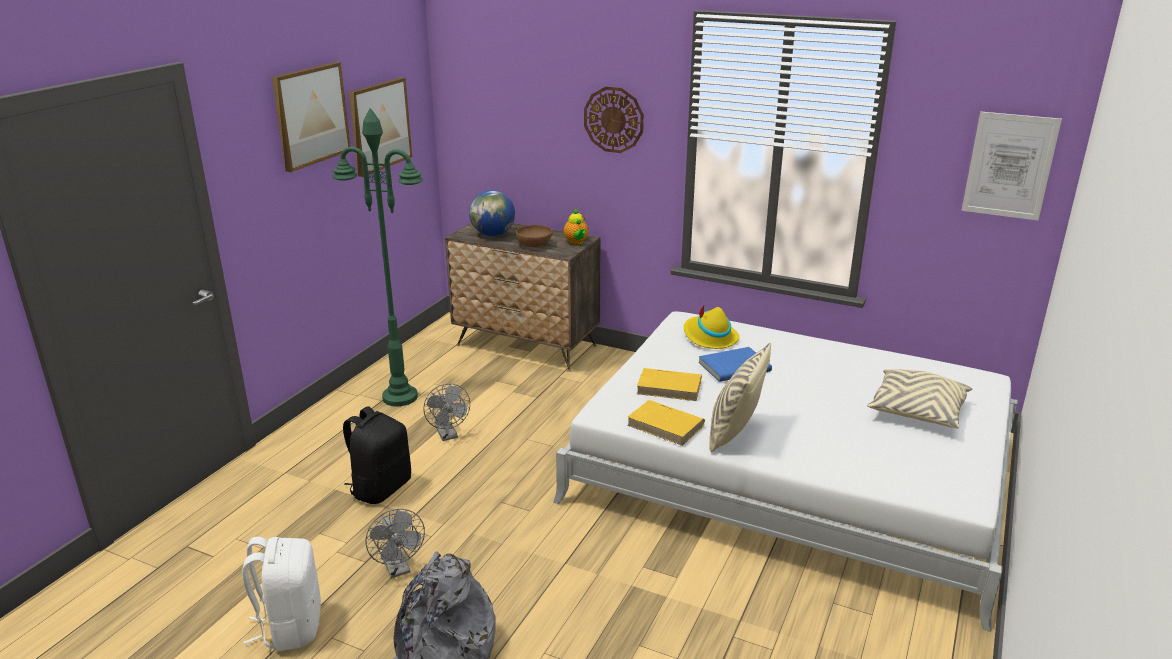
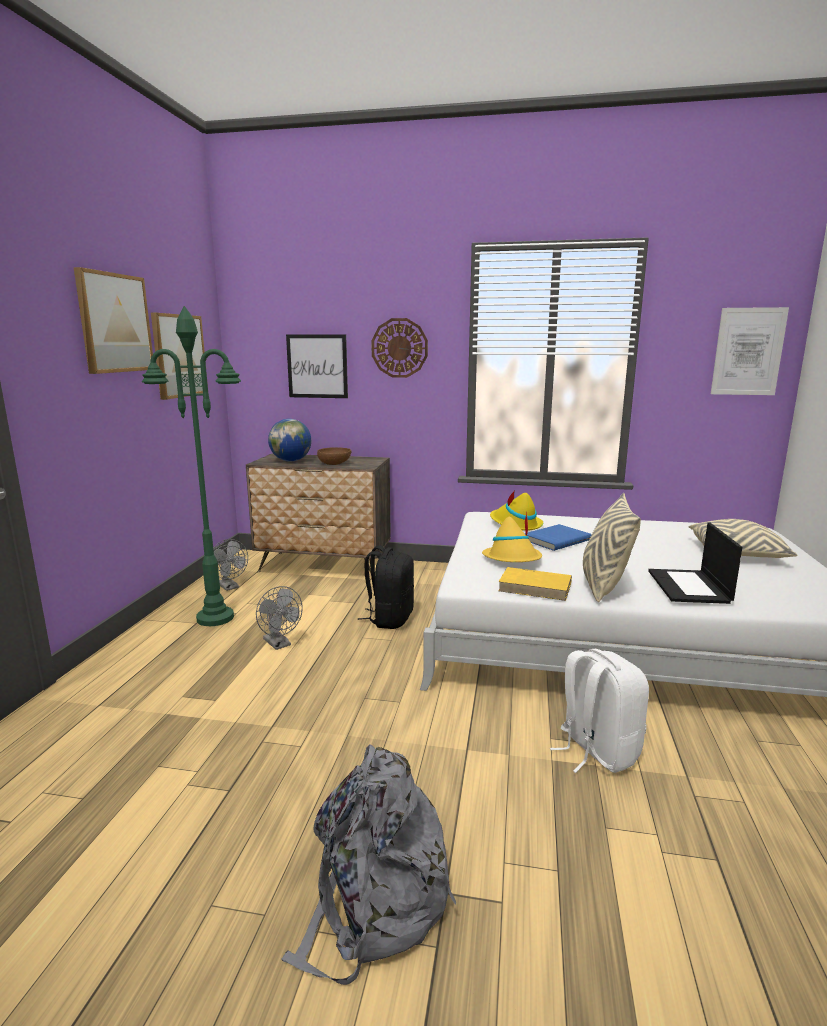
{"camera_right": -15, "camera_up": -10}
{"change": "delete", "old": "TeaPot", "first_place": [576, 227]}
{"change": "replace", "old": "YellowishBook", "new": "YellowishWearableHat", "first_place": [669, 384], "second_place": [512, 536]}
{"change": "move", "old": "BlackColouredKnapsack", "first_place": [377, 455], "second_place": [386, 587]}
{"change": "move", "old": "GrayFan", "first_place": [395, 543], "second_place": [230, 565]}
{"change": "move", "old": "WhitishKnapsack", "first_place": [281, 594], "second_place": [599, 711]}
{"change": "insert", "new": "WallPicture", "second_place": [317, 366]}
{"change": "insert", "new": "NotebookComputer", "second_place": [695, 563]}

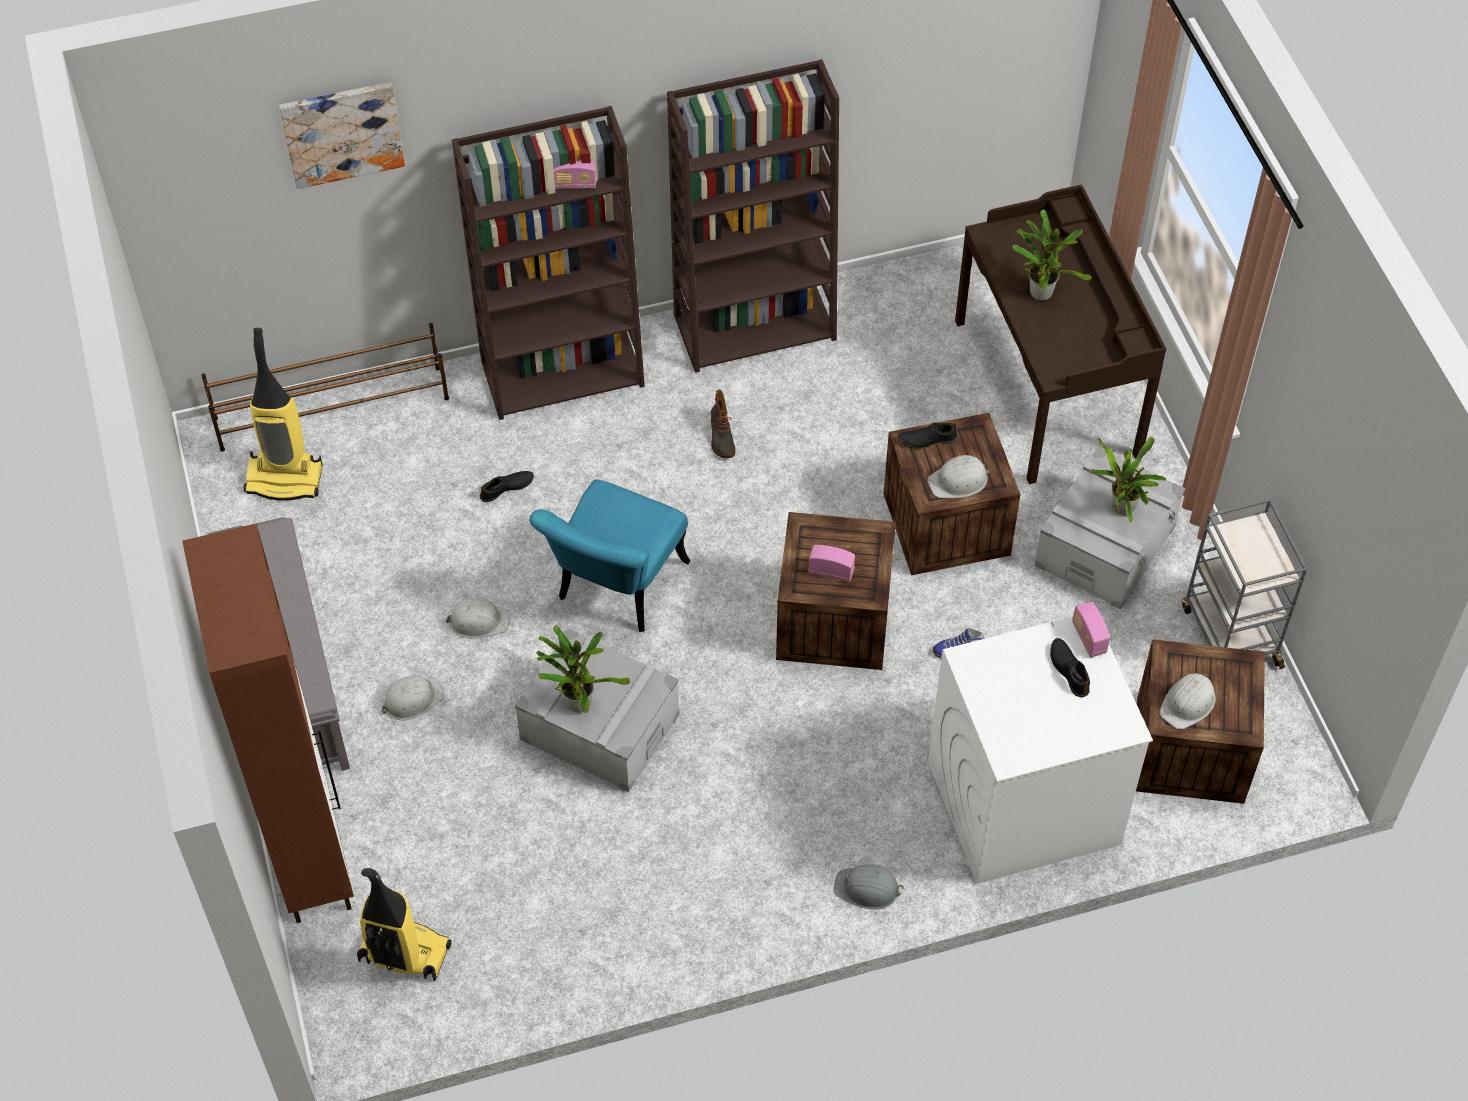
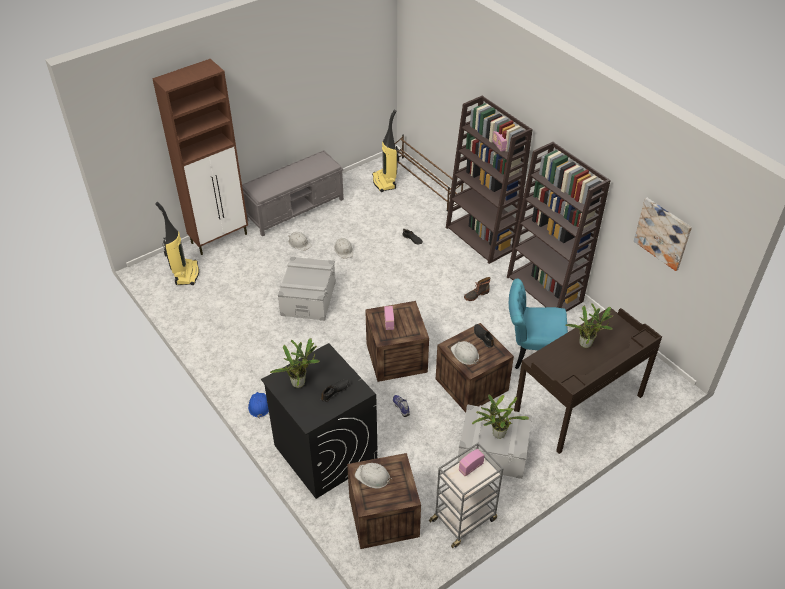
{"camera_right": 70, "camera_up": -10}
{"change": "move", "old": "WallPicture", "first_place": [342, 135], "second_place": [663, 234]}
{"change": "move", "old": "BlueGreenChair", "first_place": [609, 555], "second_place": [538, 324]}
{"change": "move", "old": "Radio", "first_place": [1091, 629], "second_place": [472, 462]}
{"change": "recolor", "old": "WhitishLaundryAppliance", "new": "BlackColouredLaundryAppliance", "first_place": [1040, 750], "second_place": [319, 421]}
{"change": "move", "old": "Houseplant", "first_place": [583, 669], "second_place": [295, 363]}
{"change": "recolor", "old": "GrayHardHat", "new": "BlueColouredHardHat", "first_place": [869, 887], "second_place": [258, 405]}

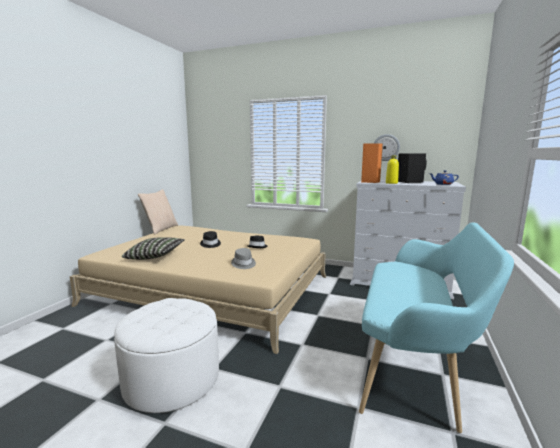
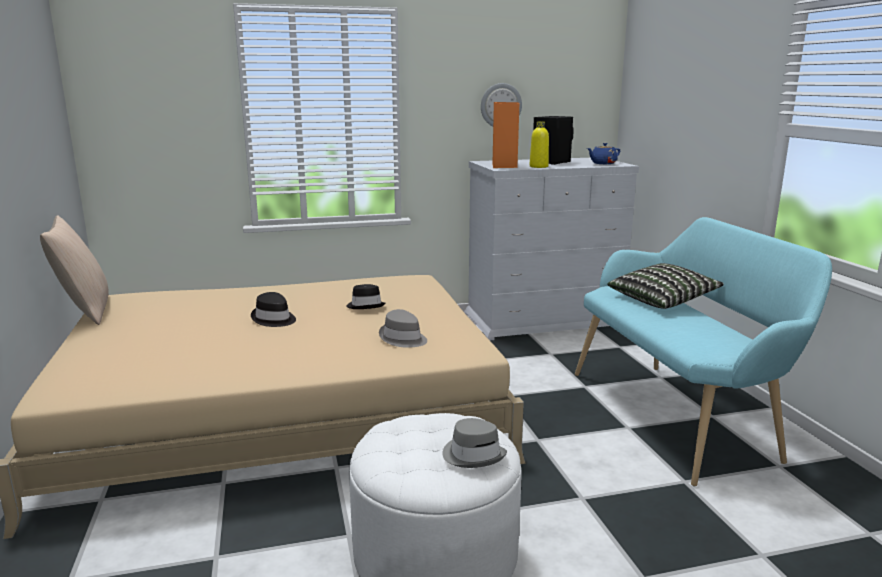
{"camera_right": -35, "camera_up": 5}
{"change": "move", "old": "Cushion", "first_place": [153, 248], "second_place": [666, 286]}
{"change": "insert", "new": "GrayWearableHat", "second_place": [474, 443]}

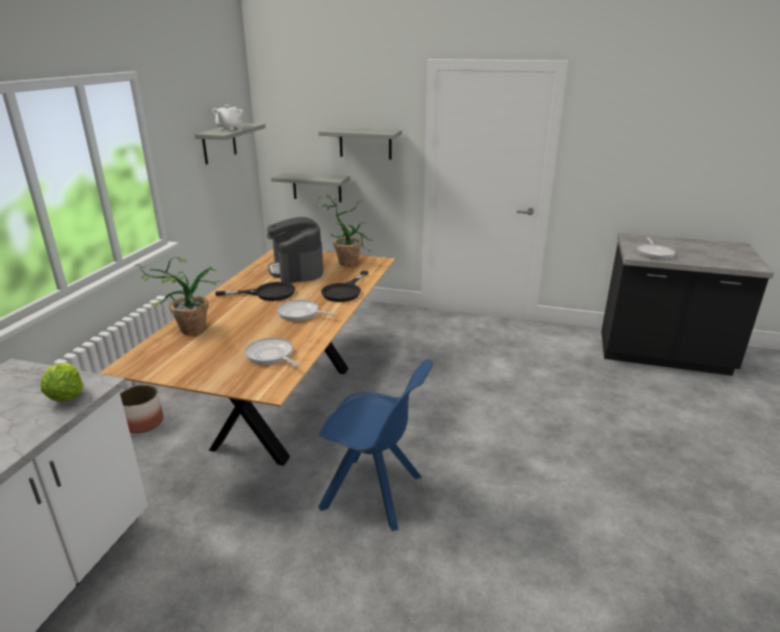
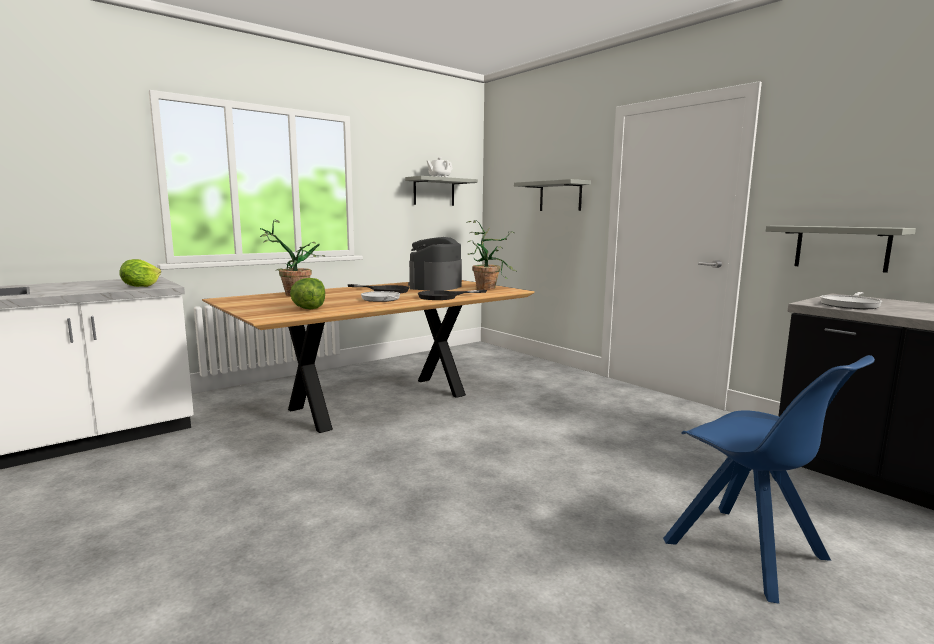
{"camera_right": 35, "camera_up": -15}
{"change": "move", "old": "GrayShelf", "first_place": [310, 187], "second_place": [841, 249]}
{"change": "replace", "old": "Pan", "new": "HeadOfLettuce", "first_place": [272, 352], "second_place": [307, 293]}
{"change": "move", "old": "BlueColouredChair", "first_place": [375, 445], "second_place": [769, 479]}
{"change": "delete", "old": "Planter", "first_place": [141, 409]}

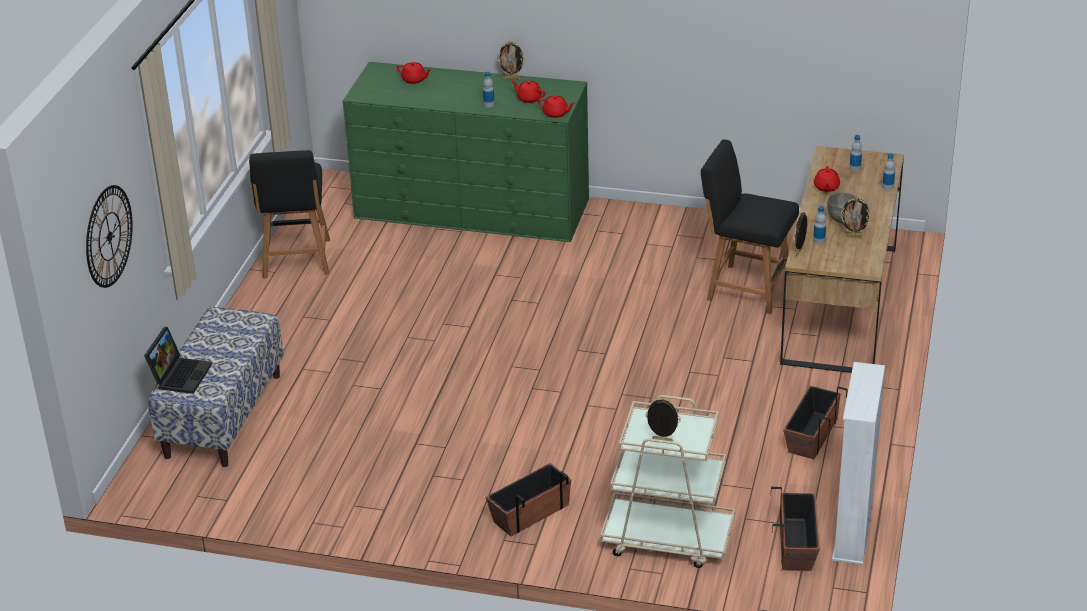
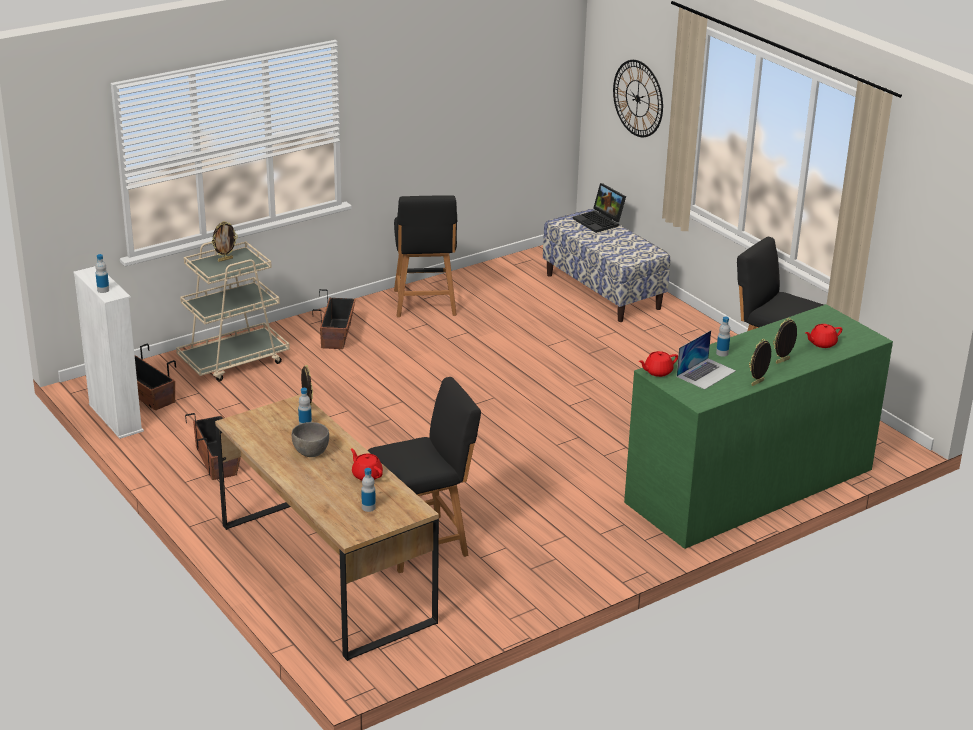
{"camera_right": 130, "camera_up": -5}
{"change": "replace", "old": "RedTeaPot", "new": "NotebookComputer", "first_place": [528, 91], "second_place": [706, 360]}
{"change": "move", "old": "DrinkBottle", "first_place": [888, 171], "second_place": [102, 273]}
{"change": "move", "old": "PhotoFrame", "first_place": [855, 217], "second_place": [785, 341]}
{"change": "insert", "new": "BlackColouredChair", "second_place": [426, 256]}

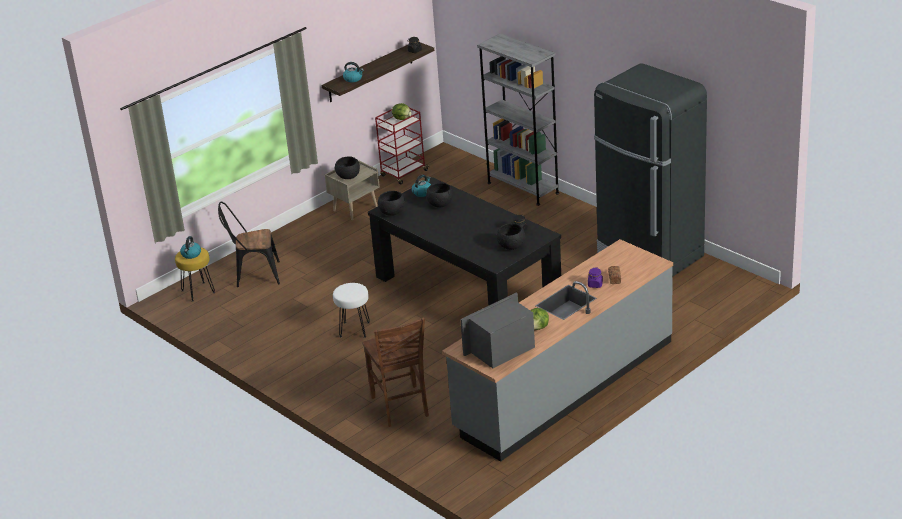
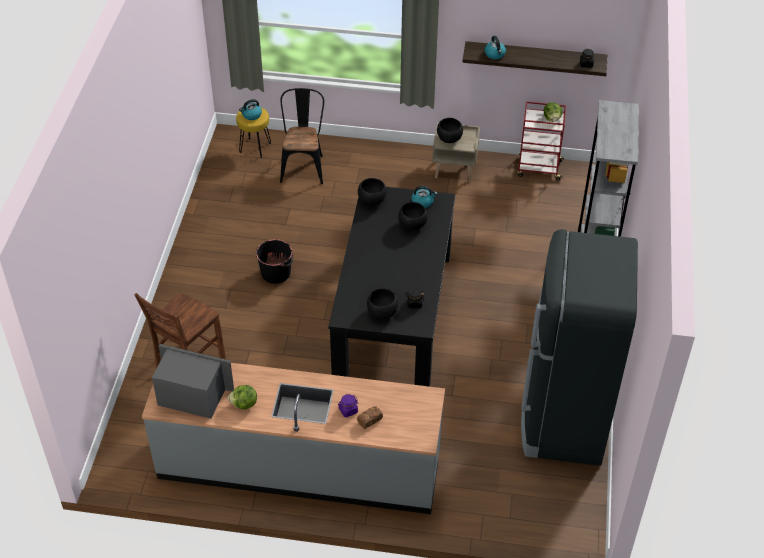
{"camera_right": 50, "camera_up": 15}
{"change": "rotate", "old": "BlackColouredChair", "first_place": [249, 244], "second_place": [302, 136], "degrees": 45}
{"change": "replace", "old": "WhitishSittingStool", "new": "BlackColouredBucket", "first_place": [351, 310], "second_place": [275, 261]}

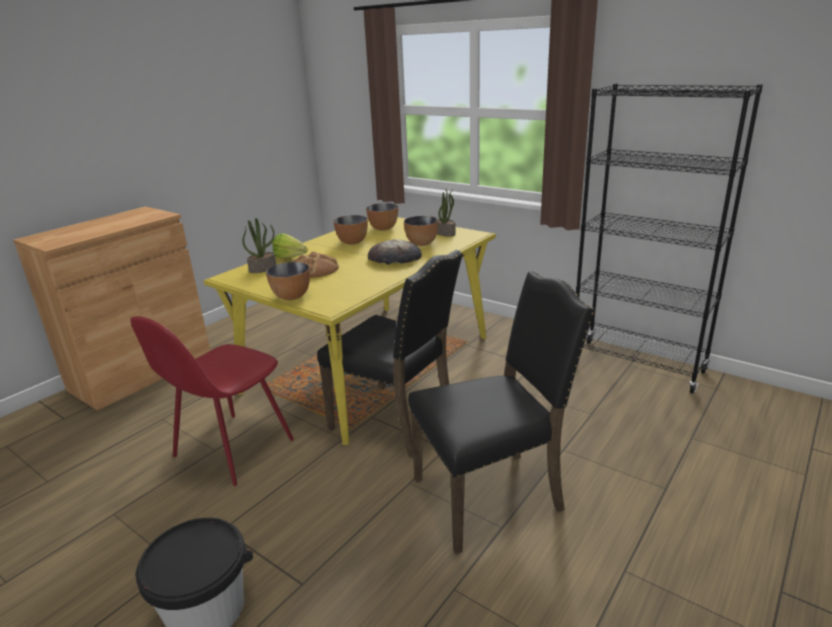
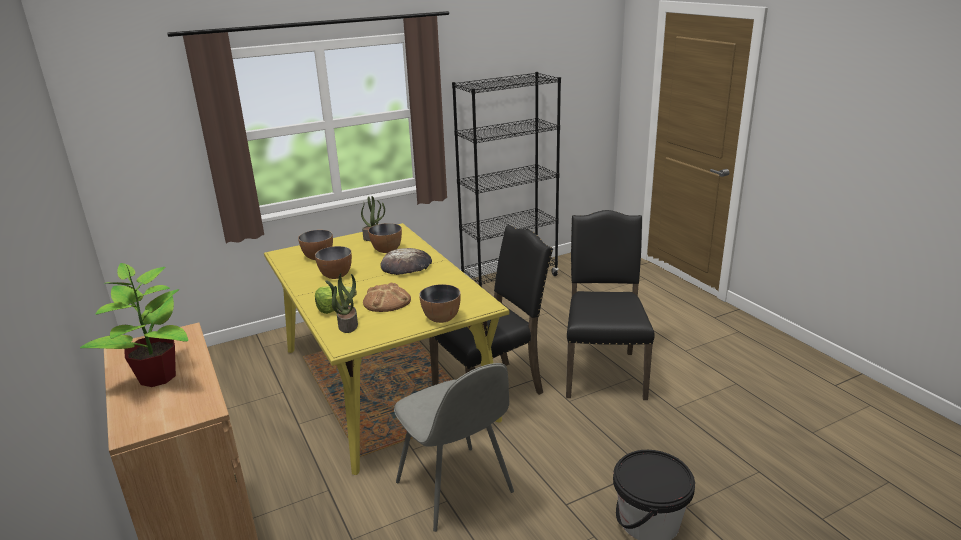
{"camera_right": -65, "camera_up": 0}
{"change": "recolor", "old": "RedChair", "new": "GrayChair", "first_place": [212, 401], "second_place": [454, 447]}
{"change": "insert", "new": "Houseplant", "second_place": [134, 325]}

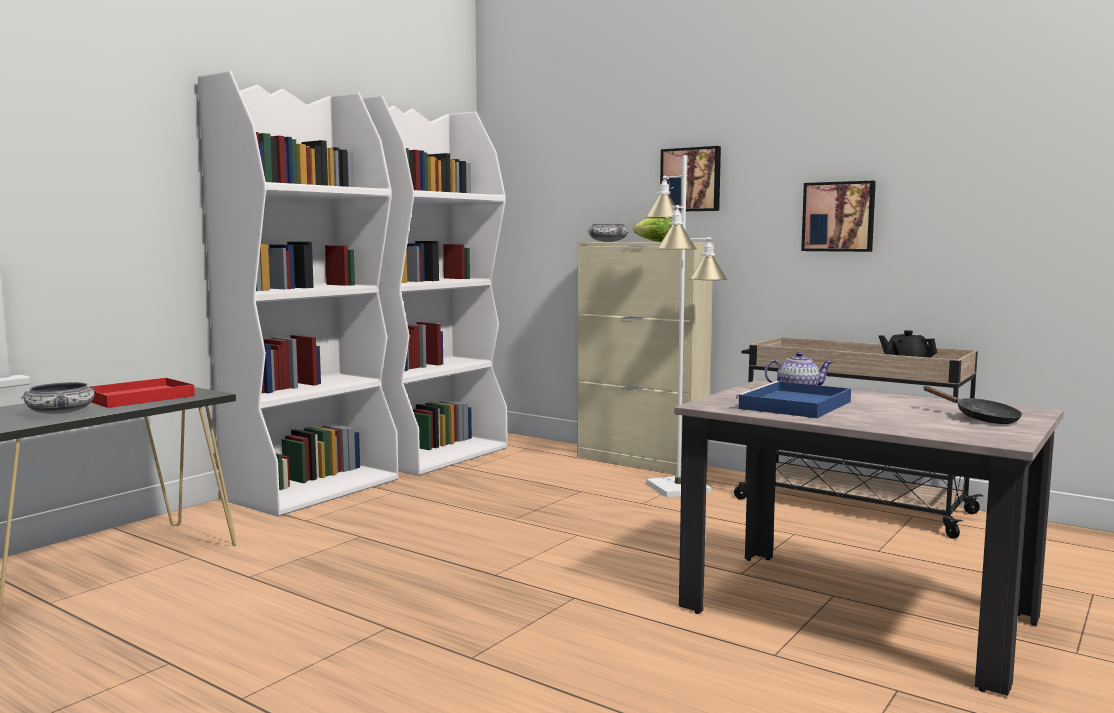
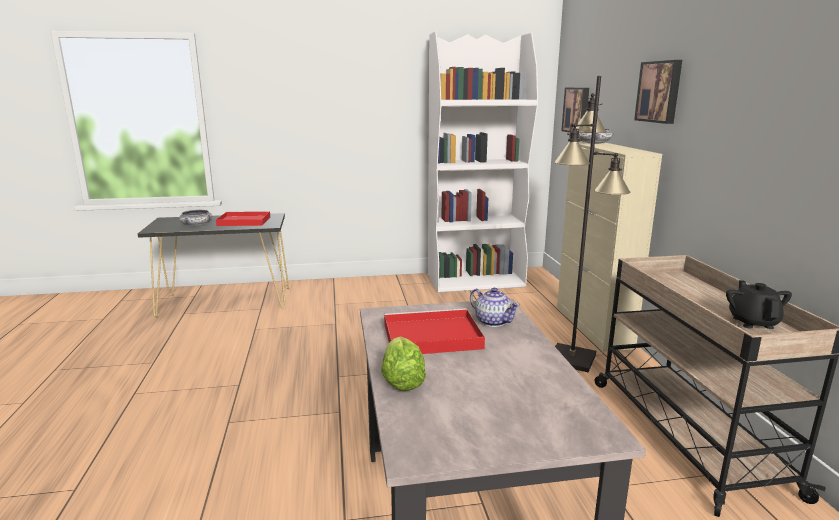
{"camera_right": 45, "camera_up": 10}
{"change": "delete", "old": "WhitishShelvingUnit", "first_place": [298, 293]}
{"change": "recolor", "old": "WhitishStandardLamp", "new": "BlackColouredStandardLamp", "first_place": [686, 326], "second_place": [592, 224]}
{"change": "move", "old": "WallPicture", "first_place": [838, 216], "second_place": [575, 110]}
{"change": "move", "old": "HeadOfLettuce", "first_place": [653, 230], "second_place": [403, 364]}
{"change": "recolor", "old": "BlueColouredServingTray", "new": "RedServingTray", "first_place": [793, 399], "second_place": [434, 331]}
{"change": "delete", "old": "BlackColouredPan", "first_place": [972, 405]}

